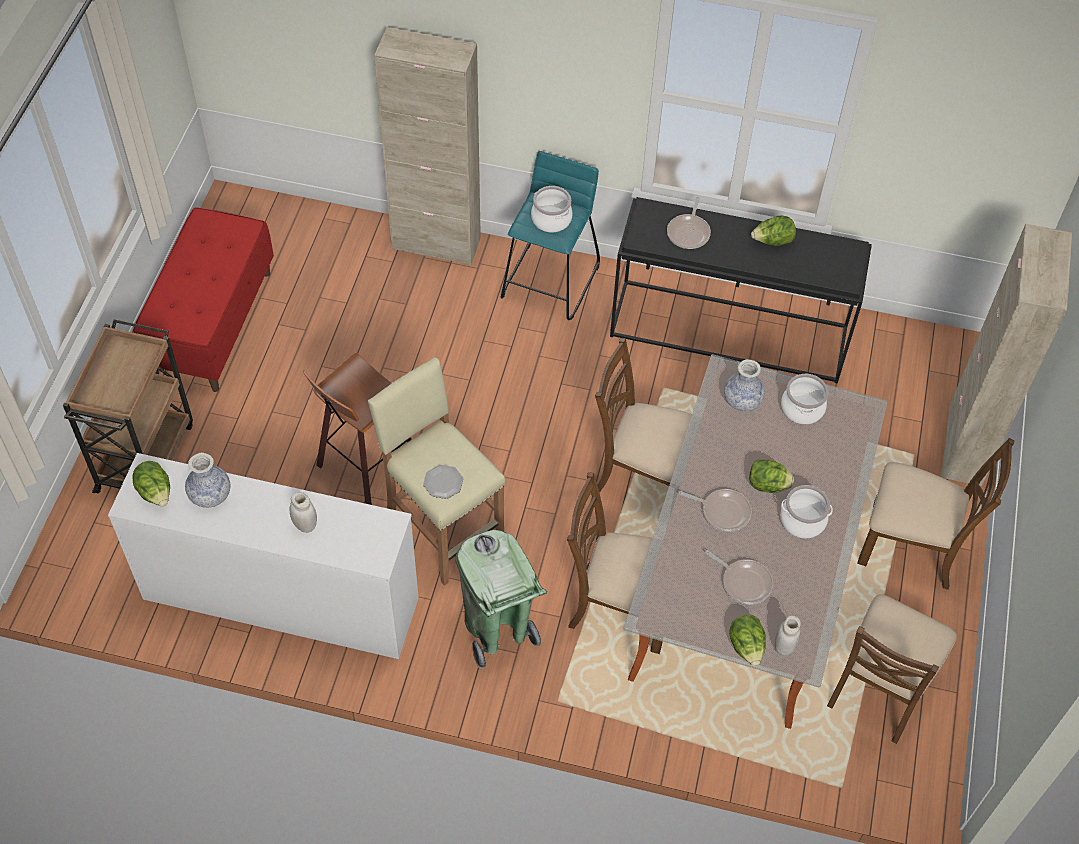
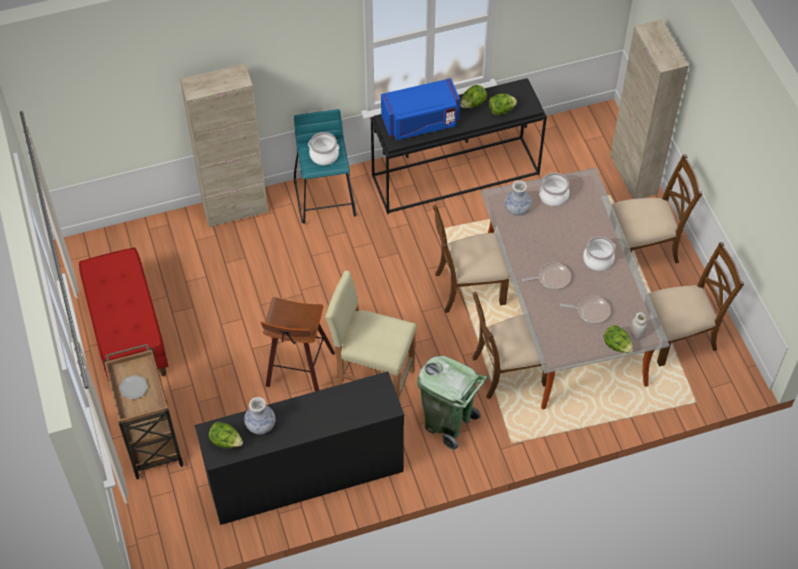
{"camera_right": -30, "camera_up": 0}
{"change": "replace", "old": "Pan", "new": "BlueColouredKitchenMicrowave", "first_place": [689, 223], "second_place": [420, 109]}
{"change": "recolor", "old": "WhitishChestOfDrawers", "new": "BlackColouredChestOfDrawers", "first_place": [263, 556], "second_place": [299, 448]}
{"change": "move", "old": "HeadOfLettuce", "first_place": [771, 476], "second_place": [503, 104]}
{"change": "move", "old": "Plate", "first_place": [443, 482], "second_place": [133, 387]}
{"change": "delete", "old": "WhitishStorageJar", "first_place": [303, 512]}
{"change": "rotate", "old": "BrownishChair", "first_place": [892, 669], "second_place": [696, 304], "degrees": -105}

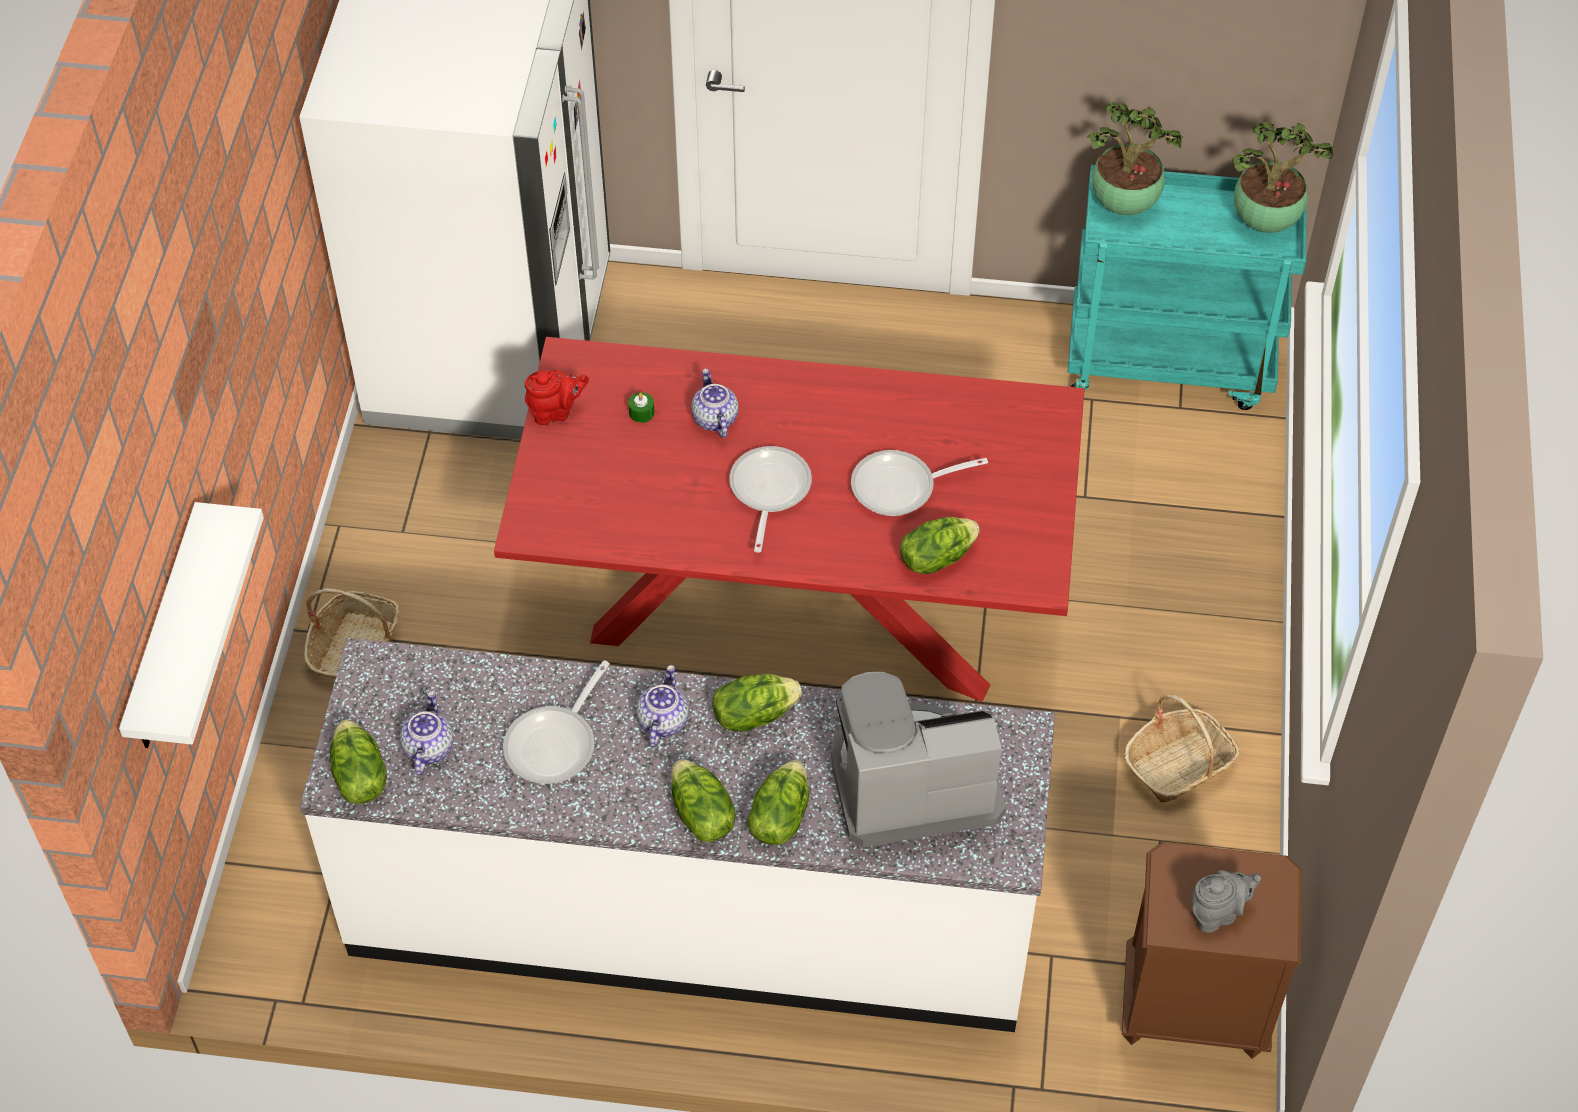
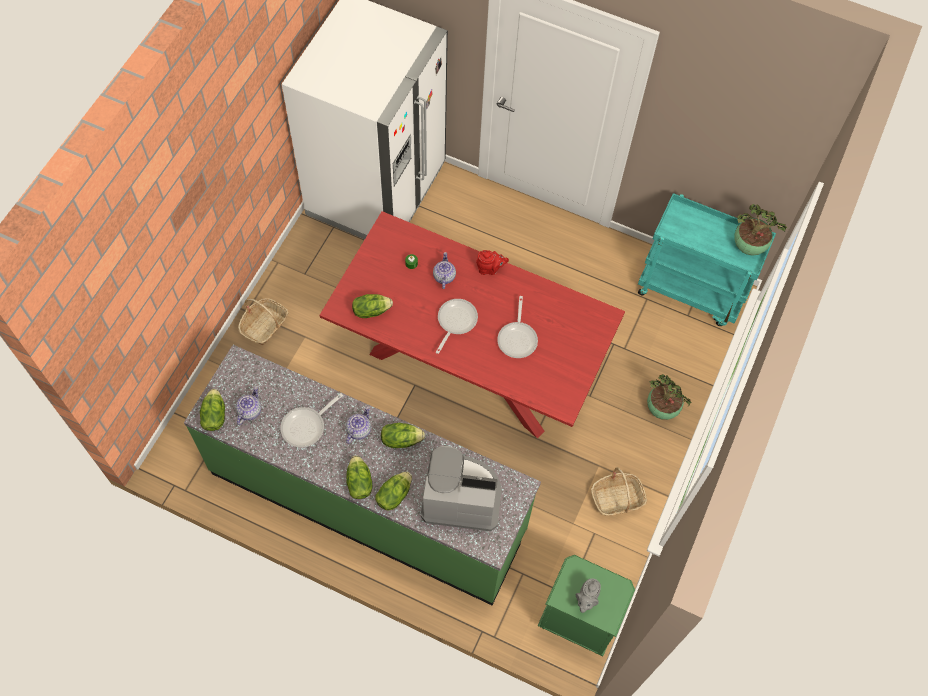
{"camera_right": 15, "camera_up": 10}
{"change": "move", "old": "Houseplant", "first_place": [1135, 158], "second_place": [669, 397]}
{"change": "move", "old": "RedTeaPot", "first_place": [557, 397], "second_place": [492, 262]}
{"change": "rotate", "old": "Pan", "first_place": [919, 483], "second_place": [517, 327], "degrees": -90}
{"change": "delete", "old": "WhitishShelf", "first_place": [191, 625]}
{"change": "move", "old": "HeadOfLettuce", "first_place": [940, 545], "second_place": [372, 306]}
{"change": "recolor", "old": "WhitishKitchenBaseUnit", "new": "GreenishKitchenBaseUnit", "first_place": [677, 835], "second_place": [362, 475]}
{"change": "recolor", "old": "BrownishNightstand", "new": "GreenishNightstand", "first_place": [1212, 950], "second_place": [586, 605]}
{"change": "rotate", "old": "GrayTeaPot", "first_place": [1226, 901], "second_place": [588, 595], "degrees": 120}

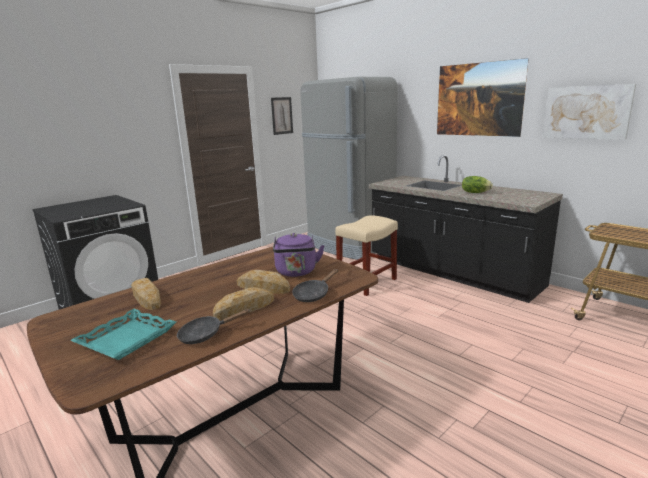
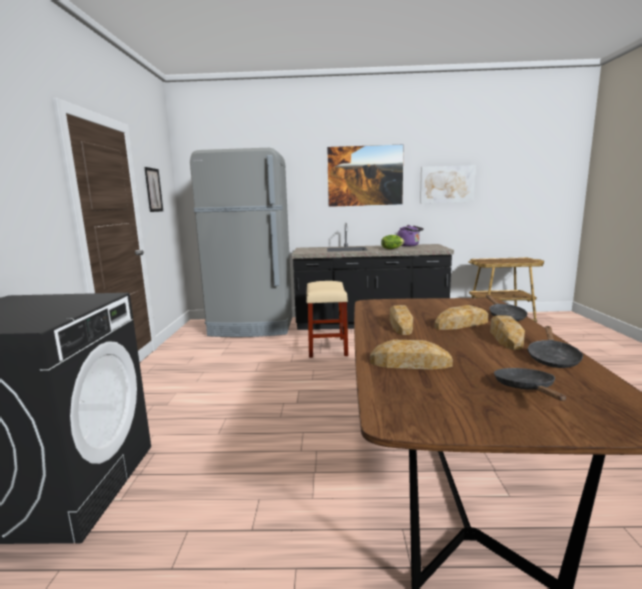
{"camera_right": -45, "camera_up": -5}
{"change": "move", "old": "PurpleColouredKettle", "first_place": [299, 255], "second_place": [411, 235]}
{"change": "replace", "old": "BlueGreenServingTray", "new": "BlackColouredPan", "first_place": [123, 334], "second_place": [530, 384]}
{"change": "insert", "new": "Bread", "second_place": [401, 320]}

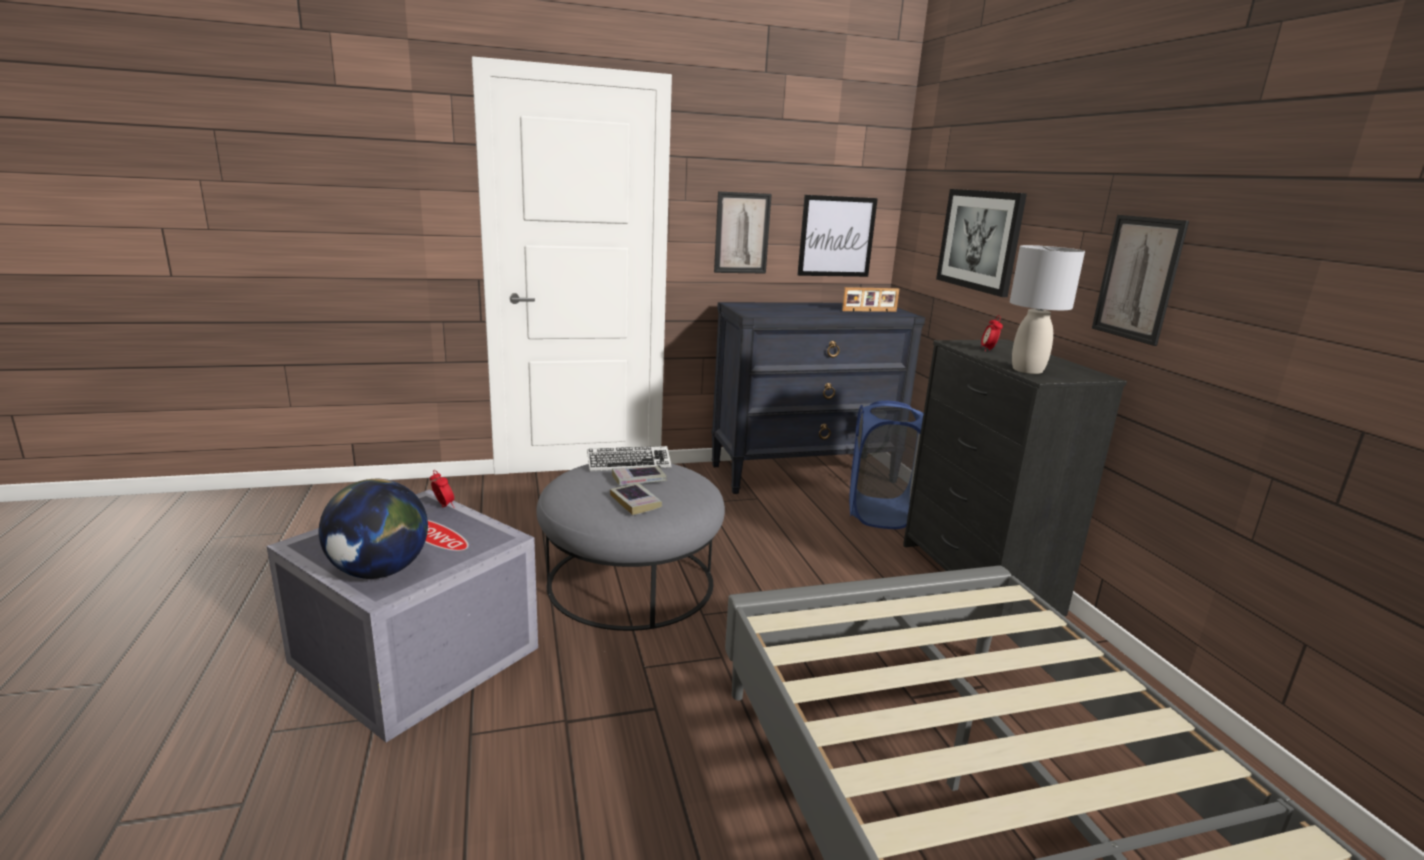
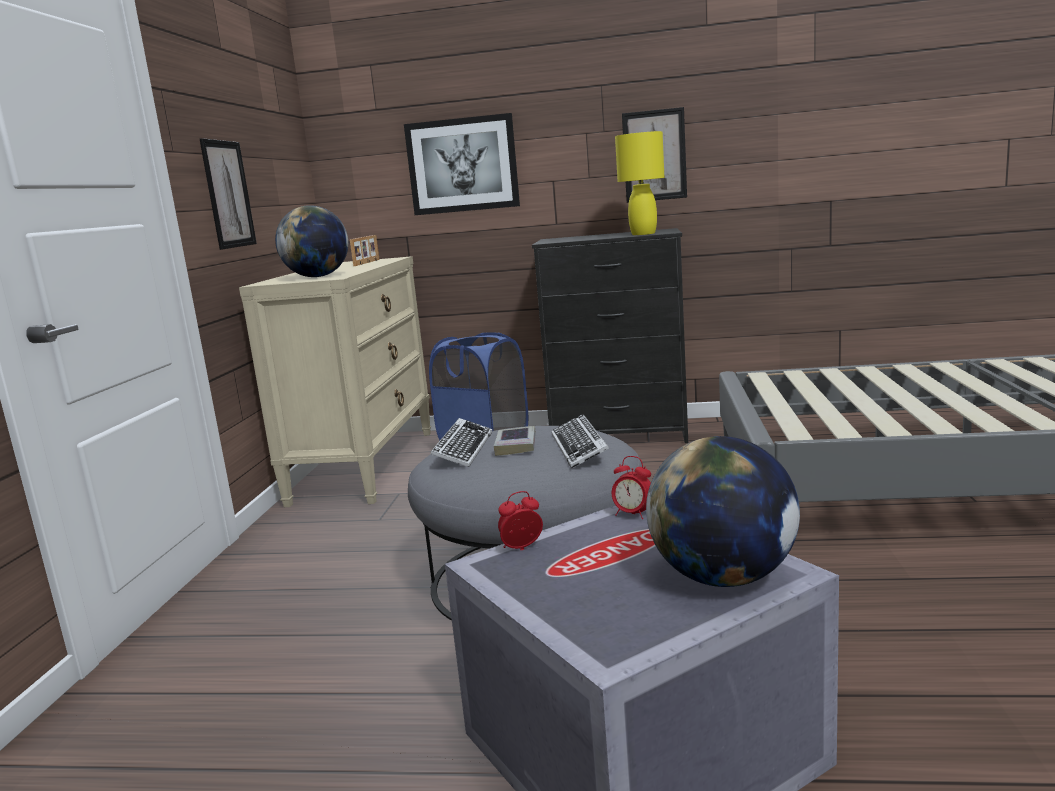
{"camera_right": -65, "camera_up": -5}
{"change": "delete", "old": "WallPicture", "first_place": [837, 236]}
{"change": "recolor", "old": "GrayLampForATable", "new": "YellowishLampForATable", "first_place": [1047, 309], "second_place": [640, 183]}
{"change": "recolor", "old": "BlackColouredChestOfDrawers", "new": "BeigeChestOfDrawers", "first_place": [818, 398], "second_place": [335, 381]}
{"change": "move", "old": "AlarmClock", "first_place": [992, 333], "second_place": [631, 487]}
{"change": "replace", "old": "Book", "new": "Keyboard", "first_place": [636, 499], "second_place": [580, 441]}
{"change": "insert", "new": "Globe", "second_place": [311, 241]}

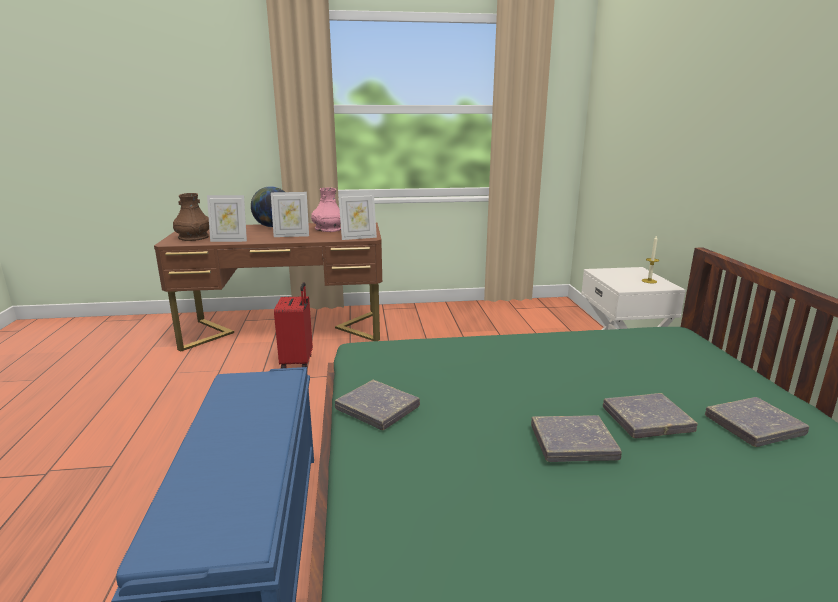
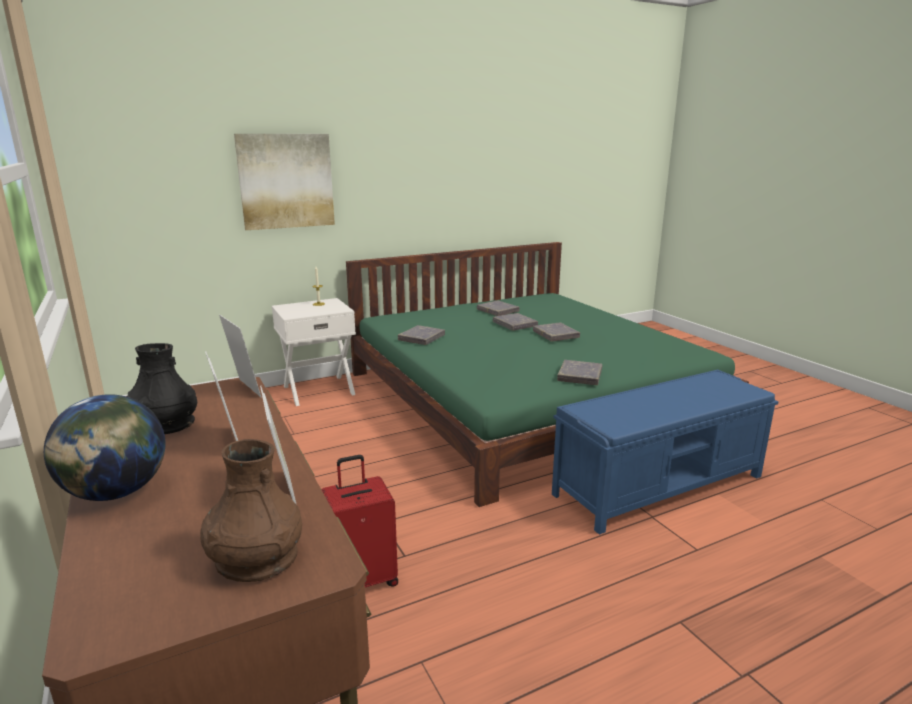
{"camera_right": -110, "camera_up": 0}
{"change": "recolor", "old": "PinkishVase", "new": "BlackColouredVase", "first_place": [326, 209], "second_place": [162, 388]}
{"change": "insert", "new": "WallPicture", "second_place": [284, 182]}
{"change": "insert", "new": "GrayBook", "second_place": [421, 335]}

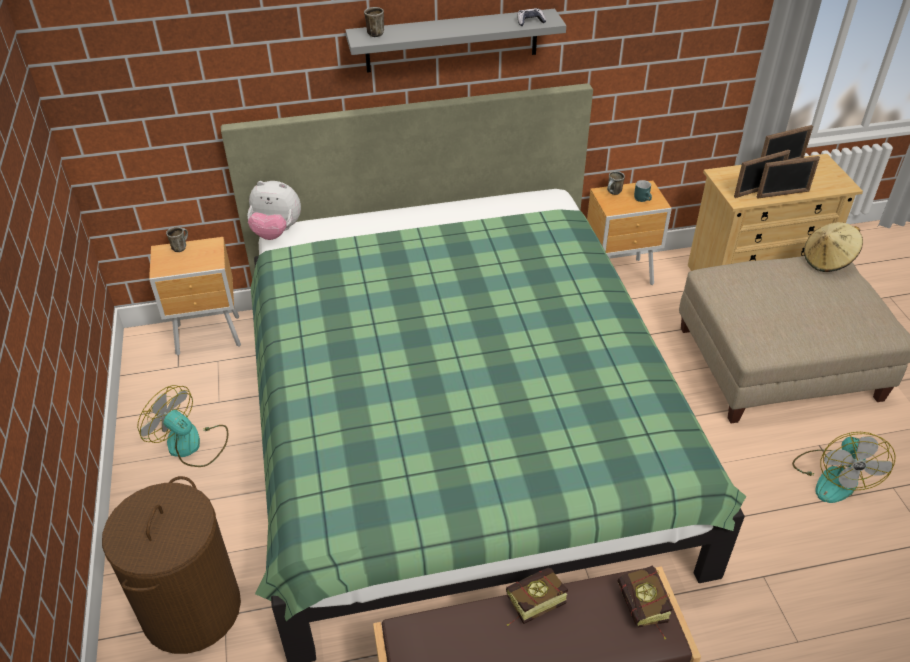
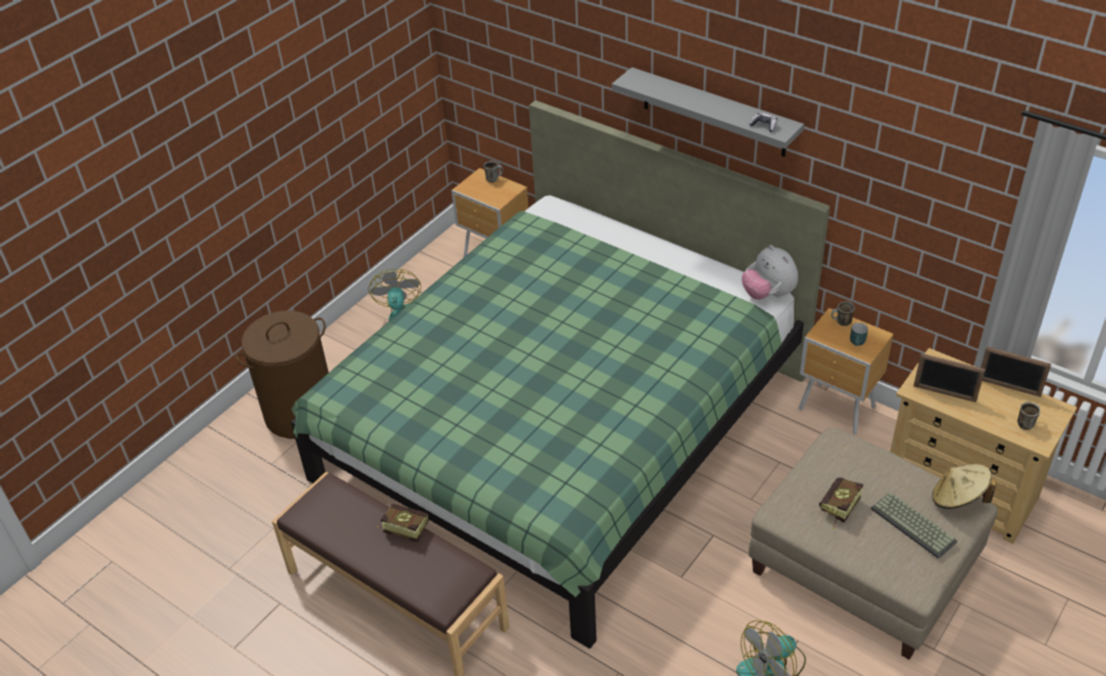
{"camera_right": 50, "camera_up": 0}
{"change": "move", "old": "CoffeeMug", "first_place": [374, 22], "second_place": [1028, 416]}
{"change": "delete", "old": "PhotoFrame", "first_place": [788, 177]}
{"change": "move", "old": "CuddlyToy", "first_place": [274, 210], "second_place": [770, 272]}
{"change": "move", "old": "Book", "first_place": [645, 602], "second_place": [841, 503]}
{"change": "insert", "new": "Keyboard", "second_place": [914, 525]}

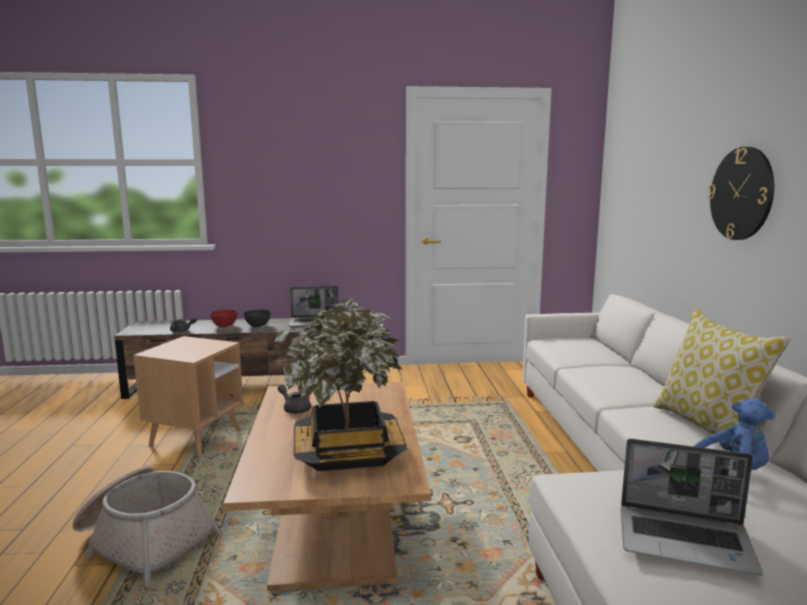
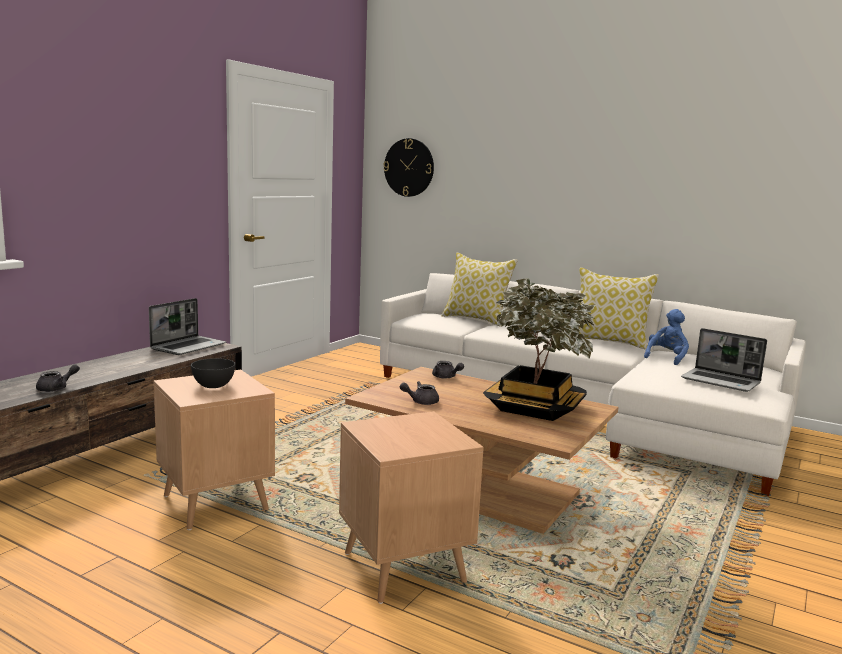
{"camera_right": -55, "camera_up": 0}
{"change": "move", "old": "WallClock", "first_place": [741, 193], "second_place": [408, 167]}
{"change": "move", "old": "GrayDeepDish", "first_place": [257, 318], "second_place": [213, 373]}
{"change": "delete", "old": "RedDeepDish", "first_place": [223, 318]}
{"change": "rotate", "old": "NotebookComputer", "first_place": [692, 507], "second_place": [724, 360], "degrees": 75}
{"change": "replace", "old": "StorageBasket", "new": "BrownishSideTable", "first_place": [147, 526], "second_place": [411, 507]}
{"change": "insert", "new": "Cushion", "second_place": [480, 289]}
{"change": "insert", "new": "GrayTeaPot", "second_place": [448, 370]}

